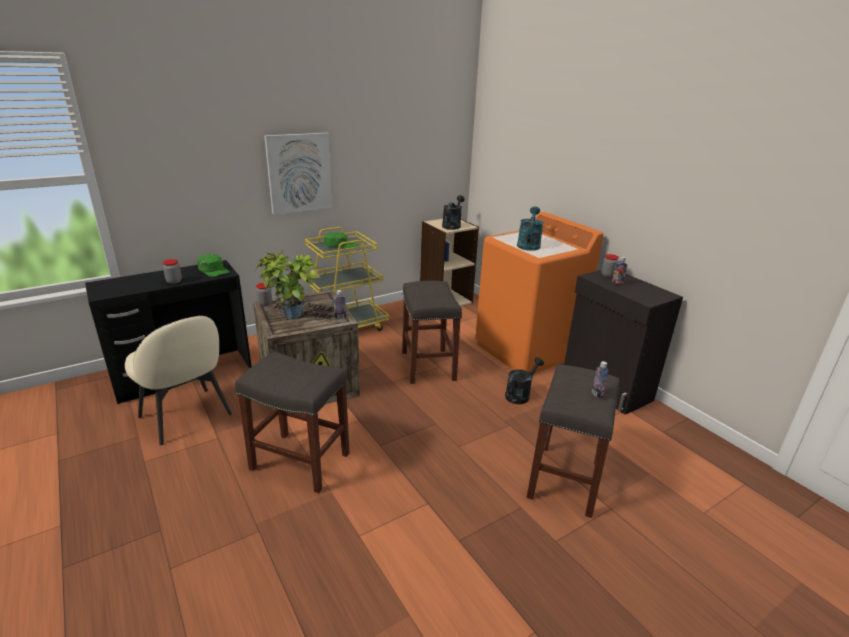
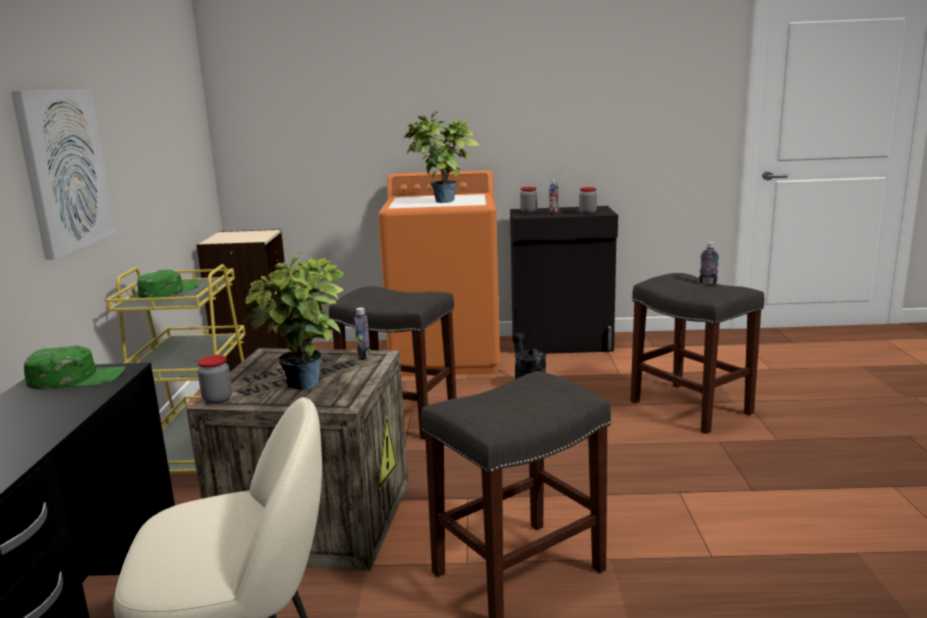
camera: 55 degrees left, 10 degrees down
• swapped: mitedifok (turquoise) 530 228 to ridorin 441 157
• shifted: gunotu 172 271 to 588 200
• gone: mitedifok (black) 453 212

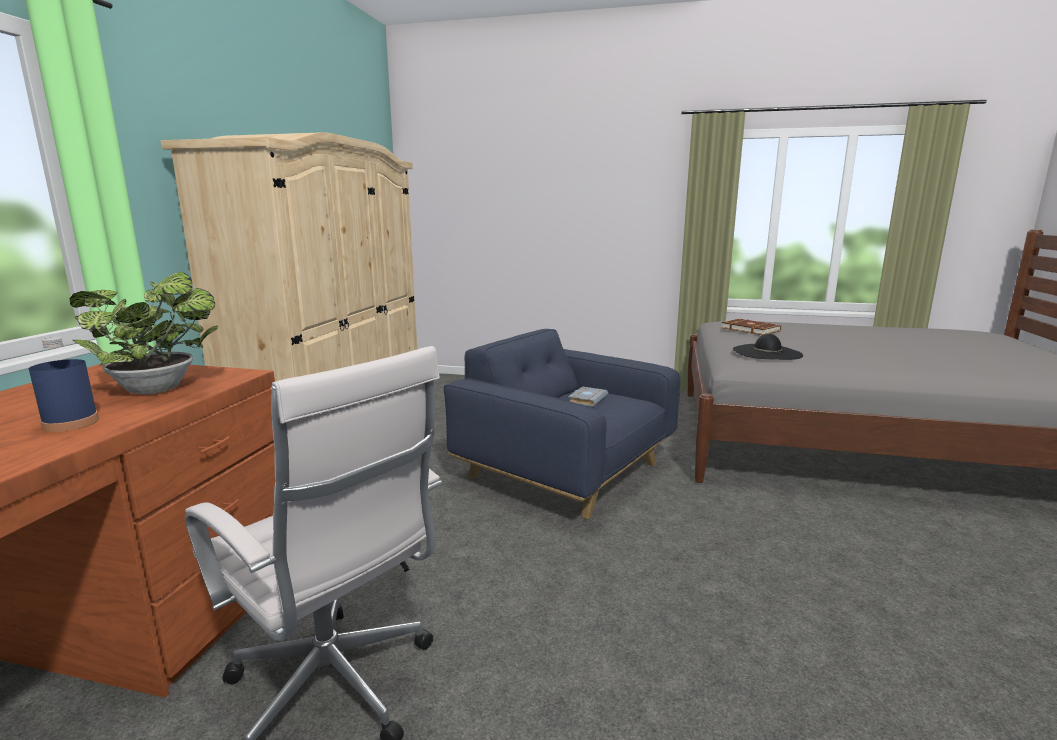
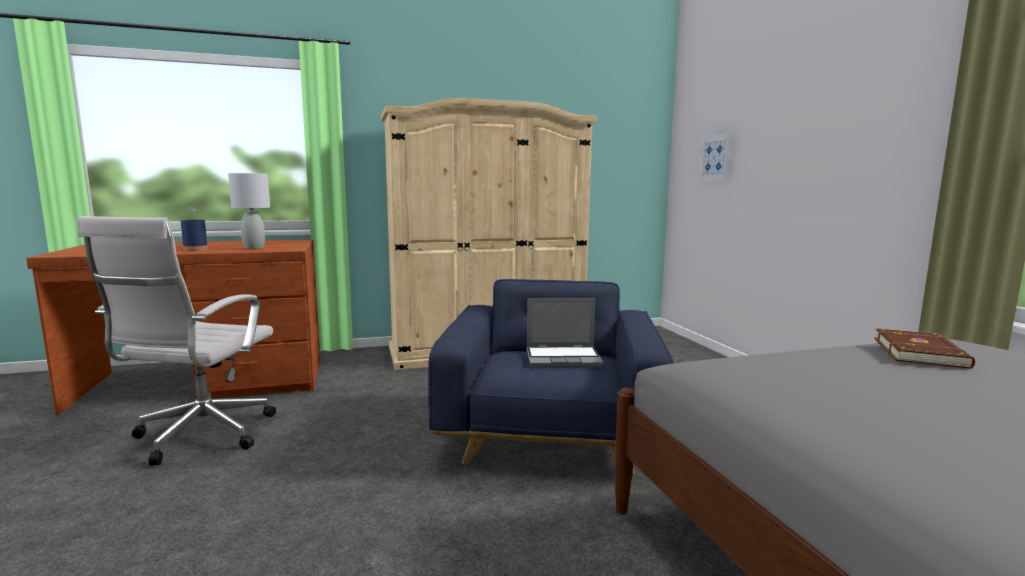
camera: 60 degrees right, 5 degrees down
• swapped: ridorin 144 333 to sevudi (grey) 249 211
• swapped: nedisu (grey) 588 396 to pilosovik 565 333
• new: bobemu 715 156
• gone: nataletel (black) 768 347

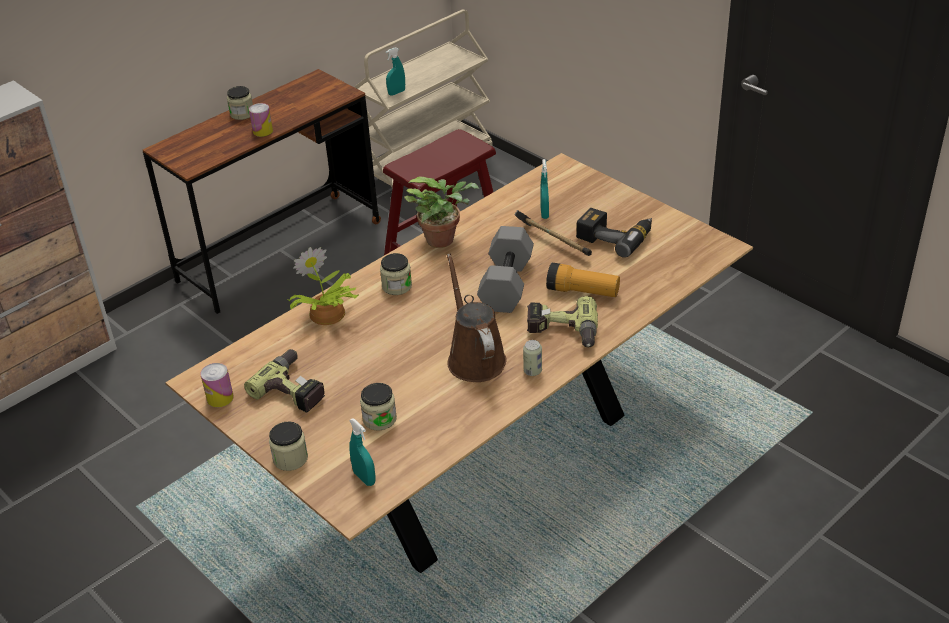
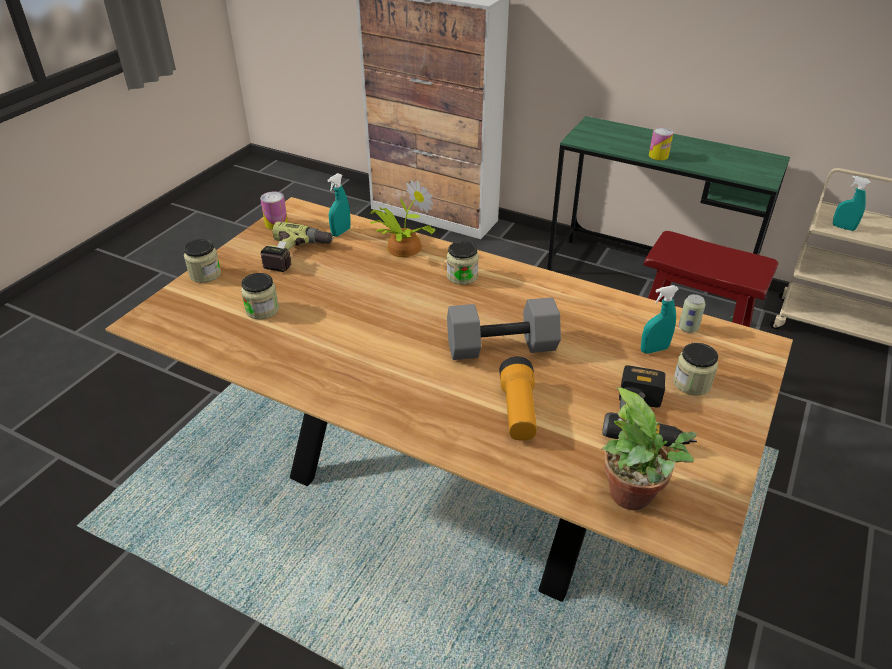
camera: 70 degrees right, 0 degrees up
• shifted: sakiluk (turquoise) 362 452 to 339 205
• repainted: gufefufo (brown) 262 191 to gufefufo (green) 668 219
• shifted: ridorin 441 212 to 649 448
• shifted: gunotu 240 103 to 695 369
• shifted: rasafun 532 358 to 692 313
• gone: mitedifok (brown) 477 318
• gone: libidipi 553 233
• gone: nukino 562 321

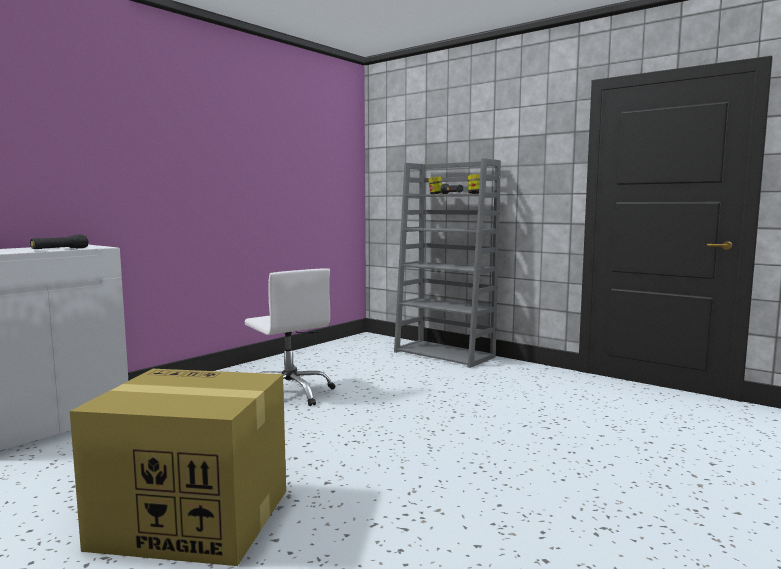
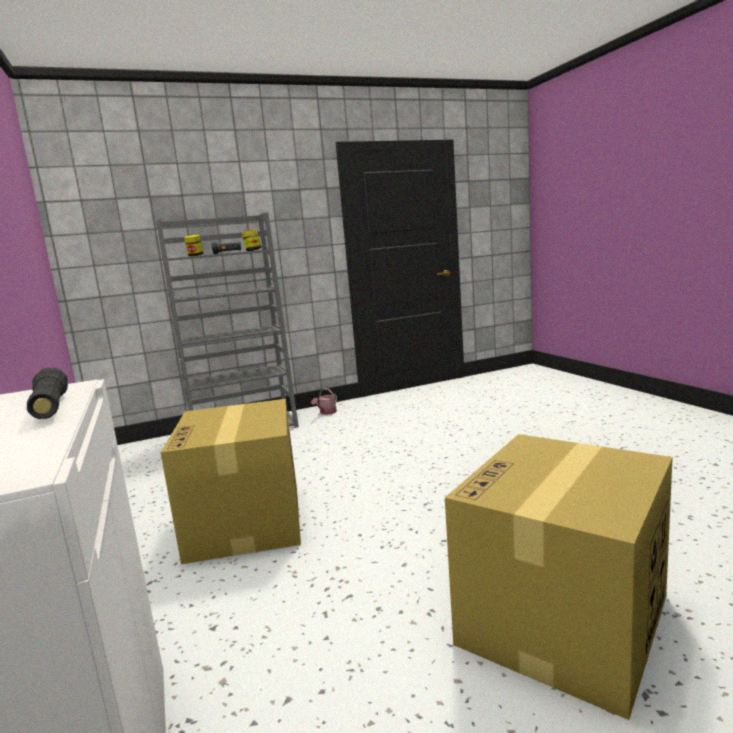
camera: 60 degrees left, 5 degrees up
• swapped: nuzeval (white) 289 337 to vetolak 230 481
• new: mitedifok 324 401

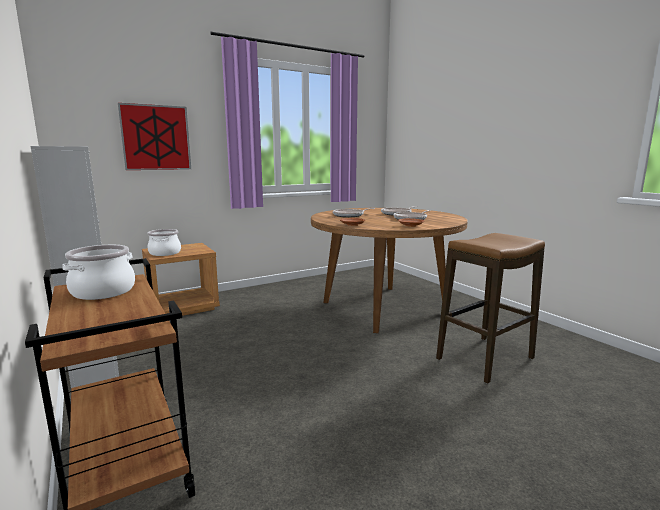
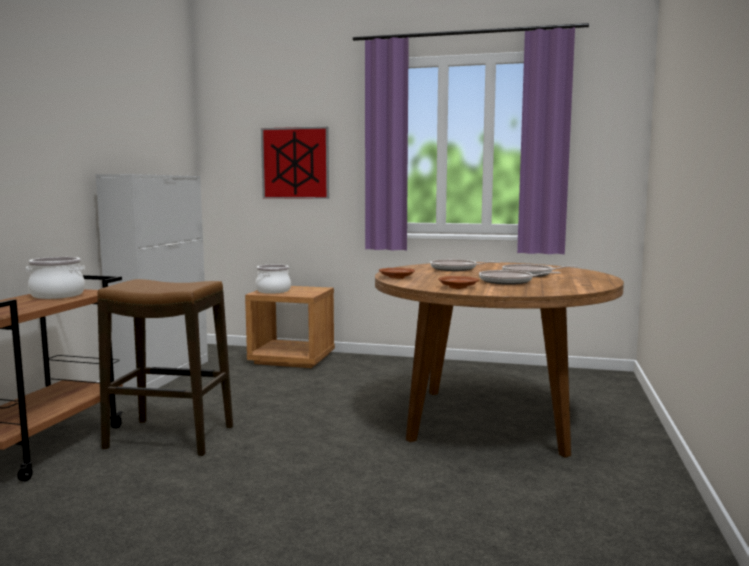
camera: 45 degrees right, 5 degrees down
• shifted: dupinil 490 308 to 165 367

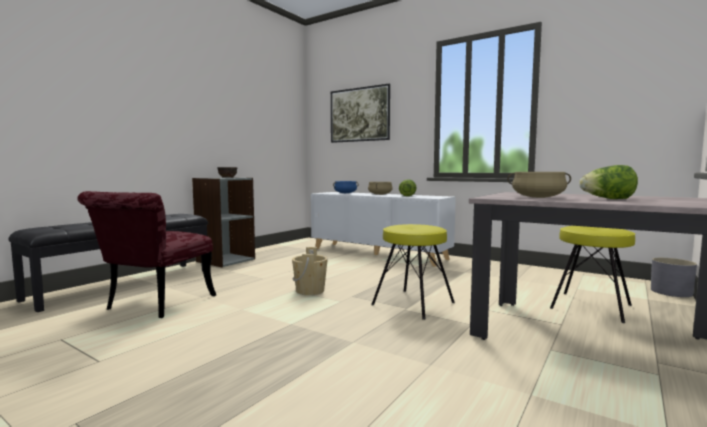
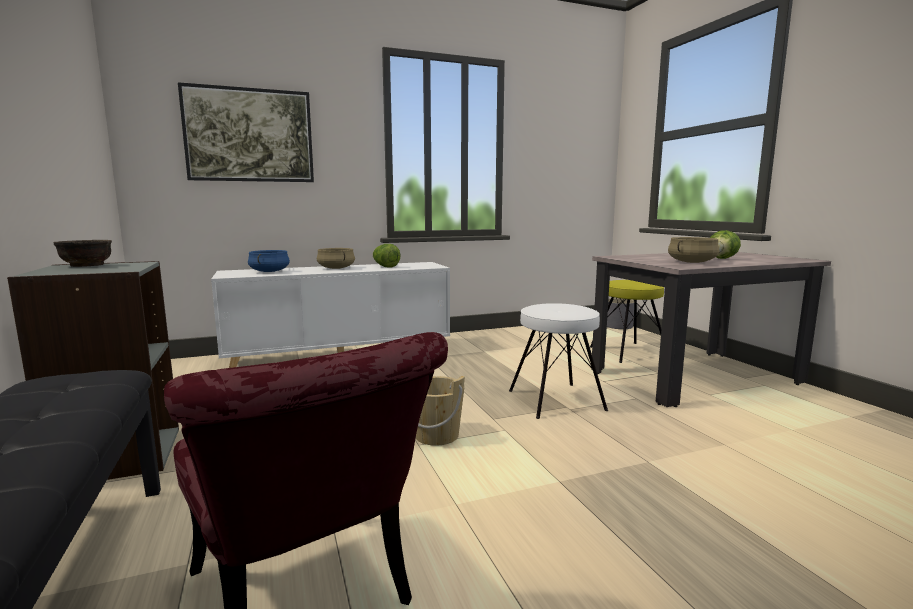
camera: 55 degrees left, 5 degrees up
• repainted: dupinil (yellow) 413 272 to dupinil (white) 558 361

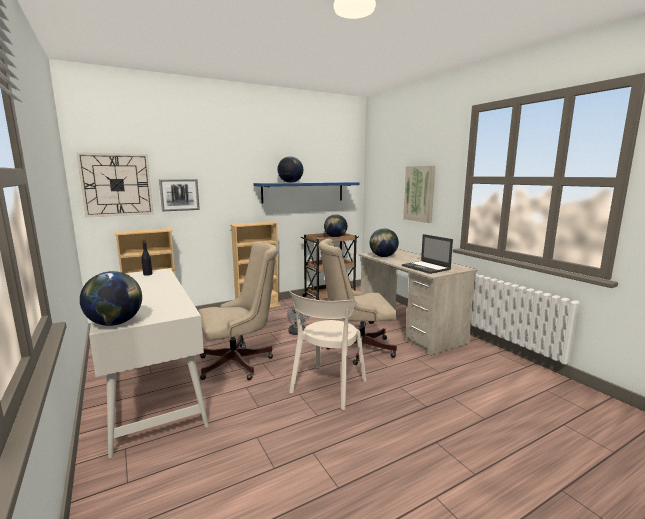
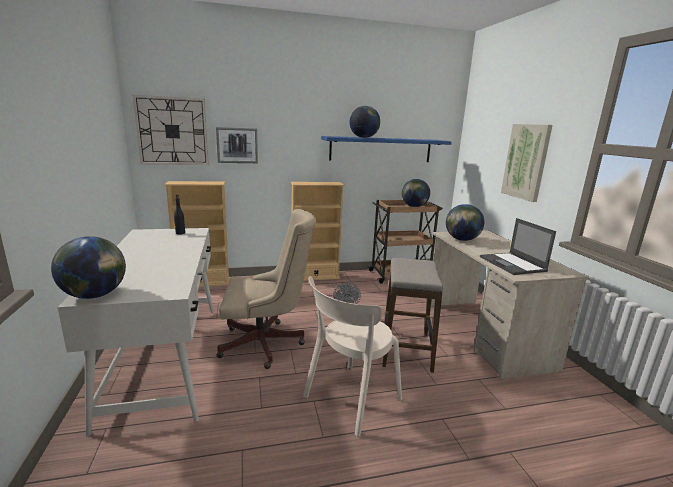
camera: 15 degrees right, 5 degrees up
• swapped: nuzeval (beige) 358 302 to dupinil 412 315

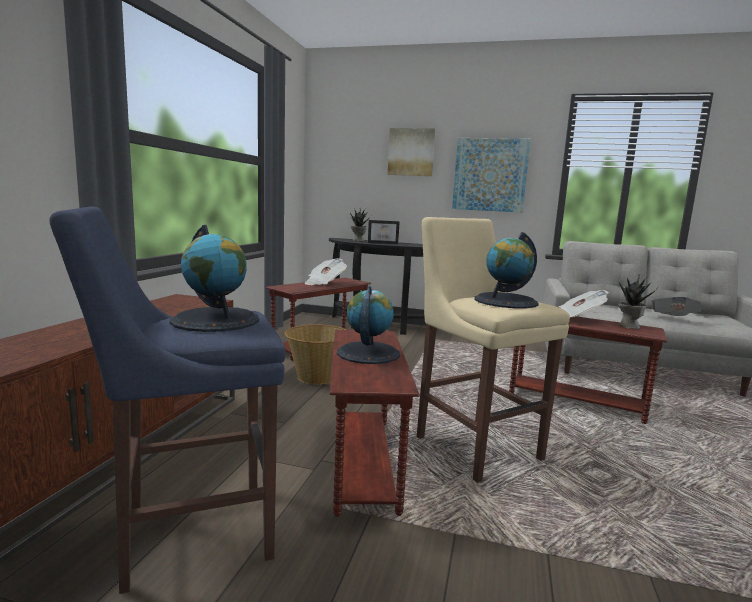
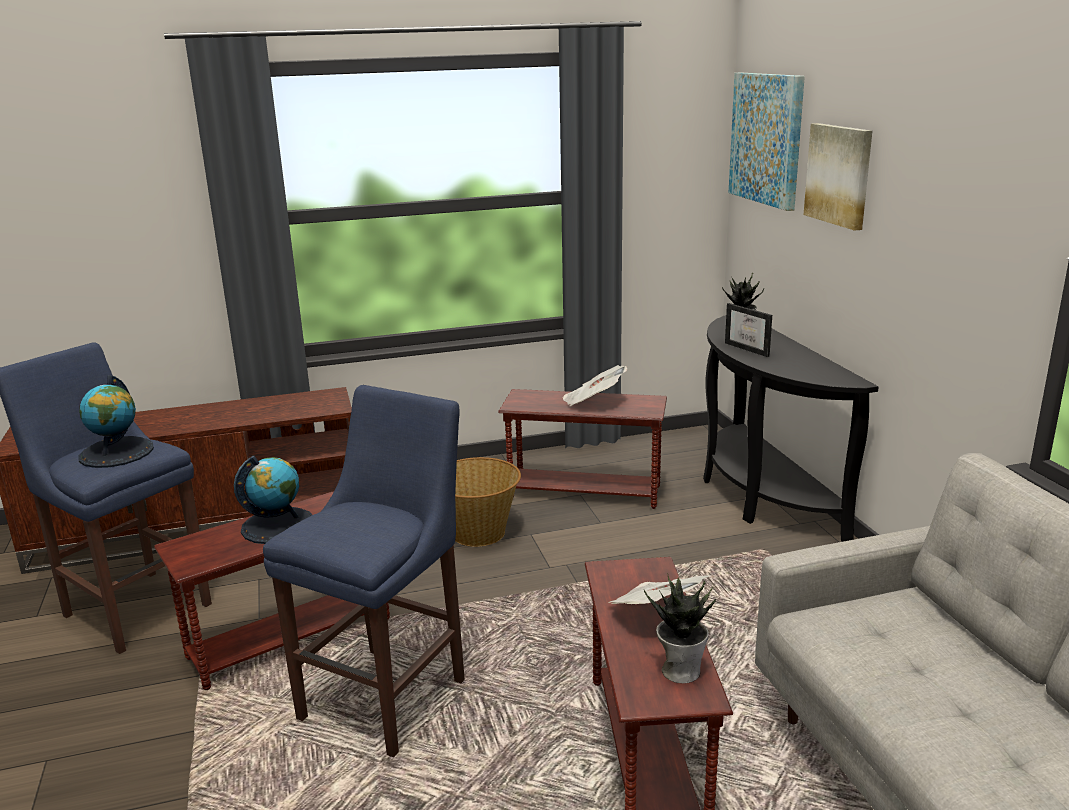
camera: 60 degrees right, 10 degrees up
• repainted: dupinil (beige) 493 350 to dupinil (blue) 364 571
• shifted: bobemu 491 175 to 766 142
• gone: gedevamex 506 270
• gone: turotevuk 677 306

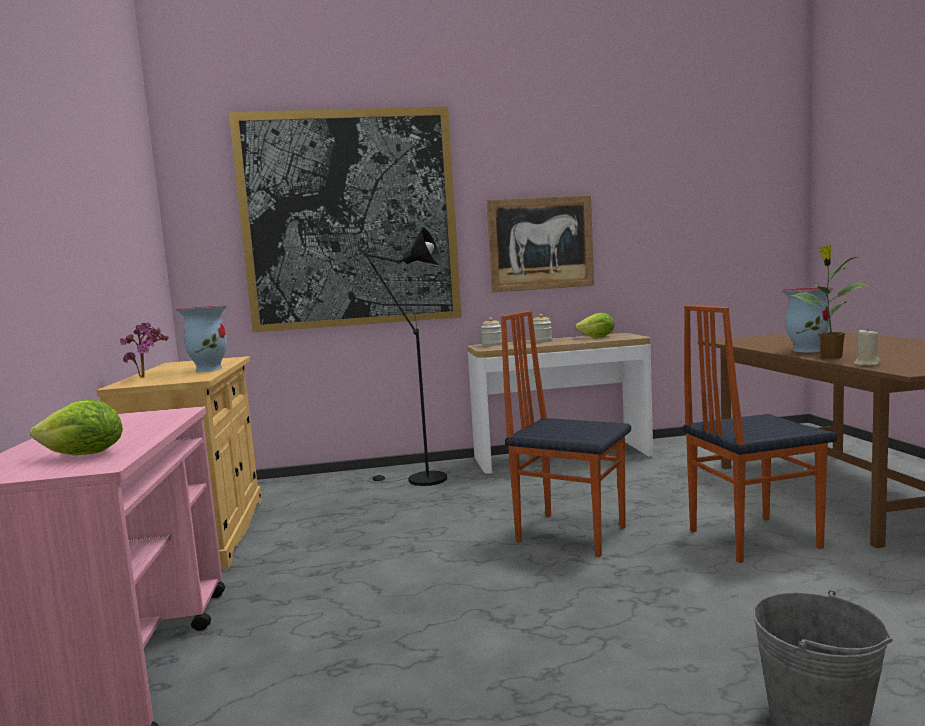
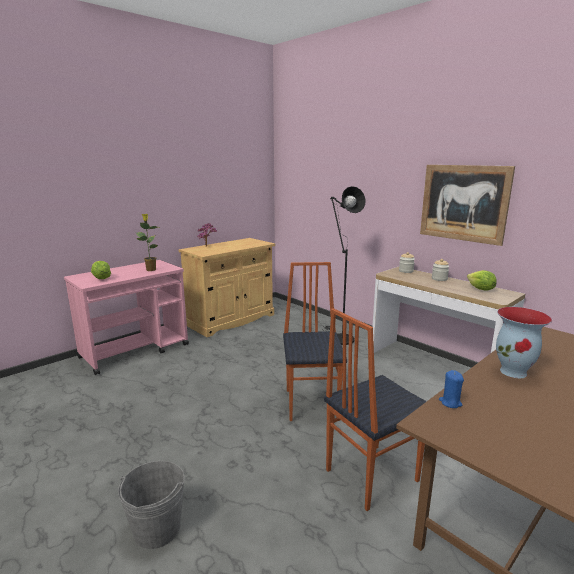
camera: 55 degrees right, 10 degrees up
• shifted: ridorin 830 302 to 148 242
• rotated: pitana 760 434 = 375 409 75 degrees counterclockwise
• repainted: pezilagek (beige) 867 347 to pezilagek (blue) 451 389
• gone: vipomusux 201 338
• gone: bobemu 345 219

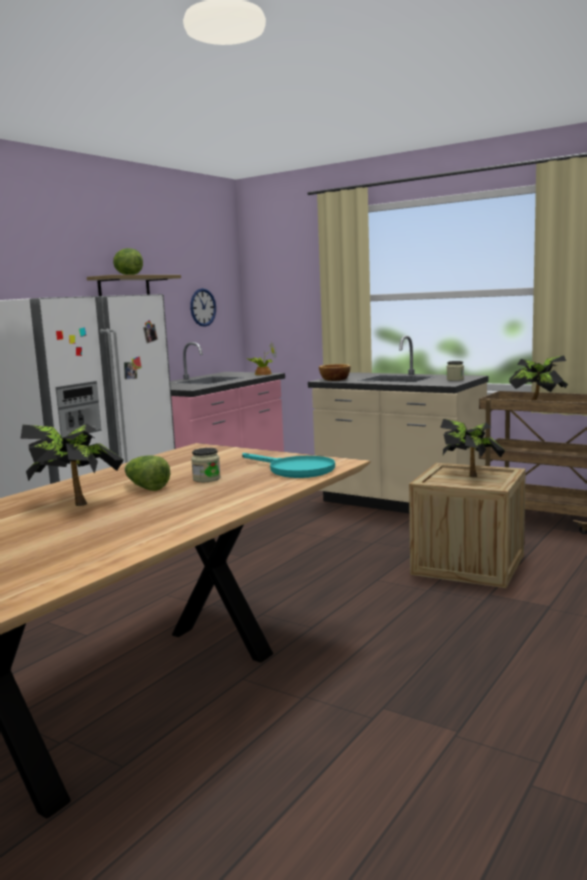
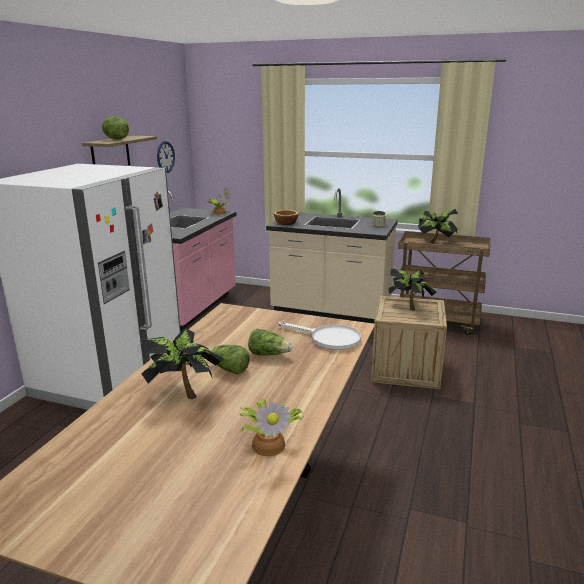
camera: 15 degrees left, 10 degrees up
• new: ridorin 270 427
• swapped: gunotu 206 465 to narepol 270 342
• repainted: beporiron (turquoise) 288 465 to beporiron (white) 319 336

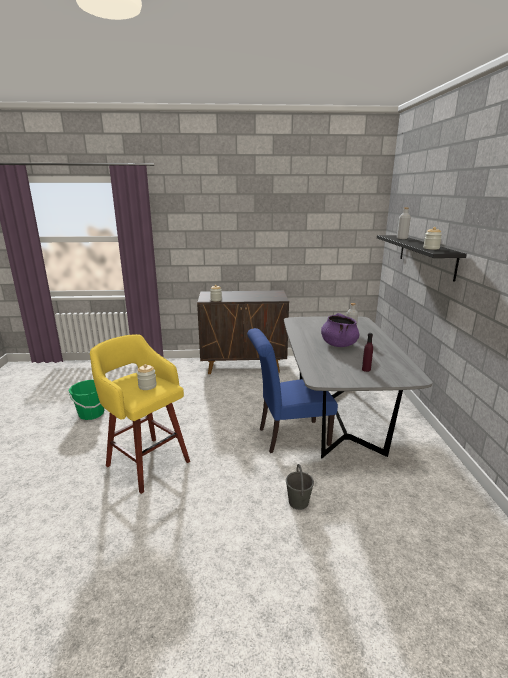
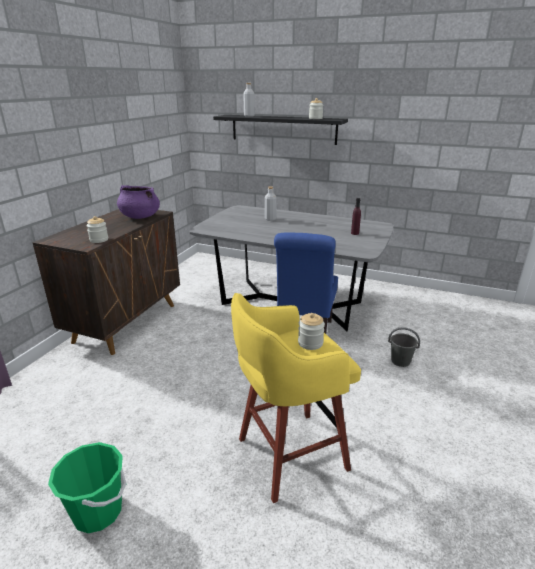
camera: 65 degrees left, 5 degrees up
• shifted: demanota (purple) 340 330 to 138 202

